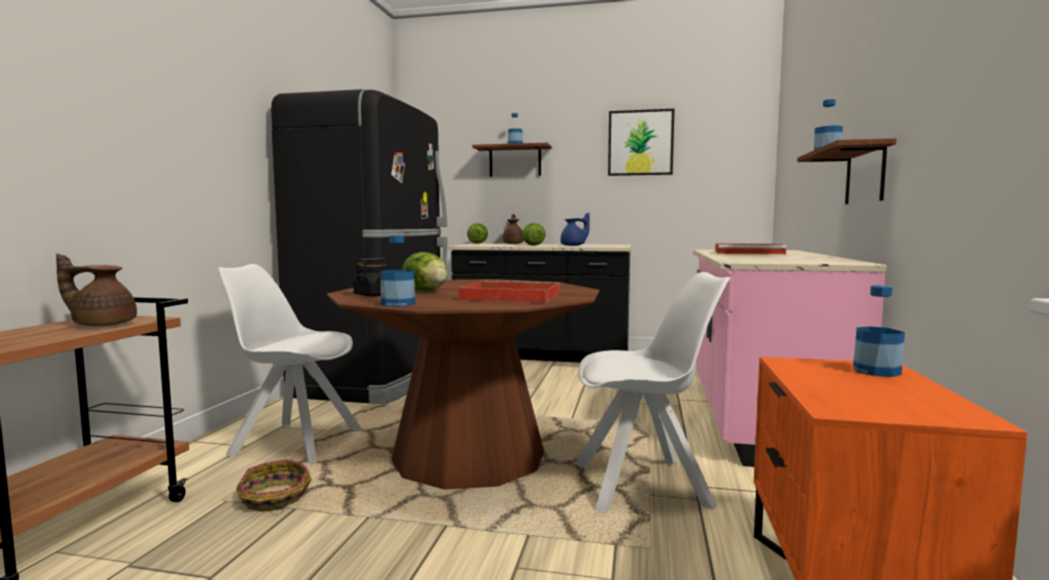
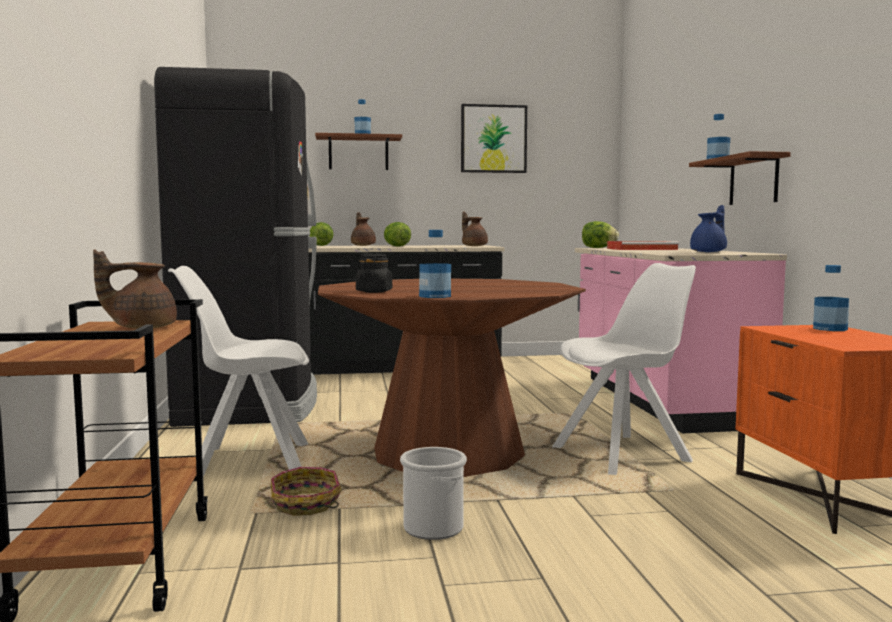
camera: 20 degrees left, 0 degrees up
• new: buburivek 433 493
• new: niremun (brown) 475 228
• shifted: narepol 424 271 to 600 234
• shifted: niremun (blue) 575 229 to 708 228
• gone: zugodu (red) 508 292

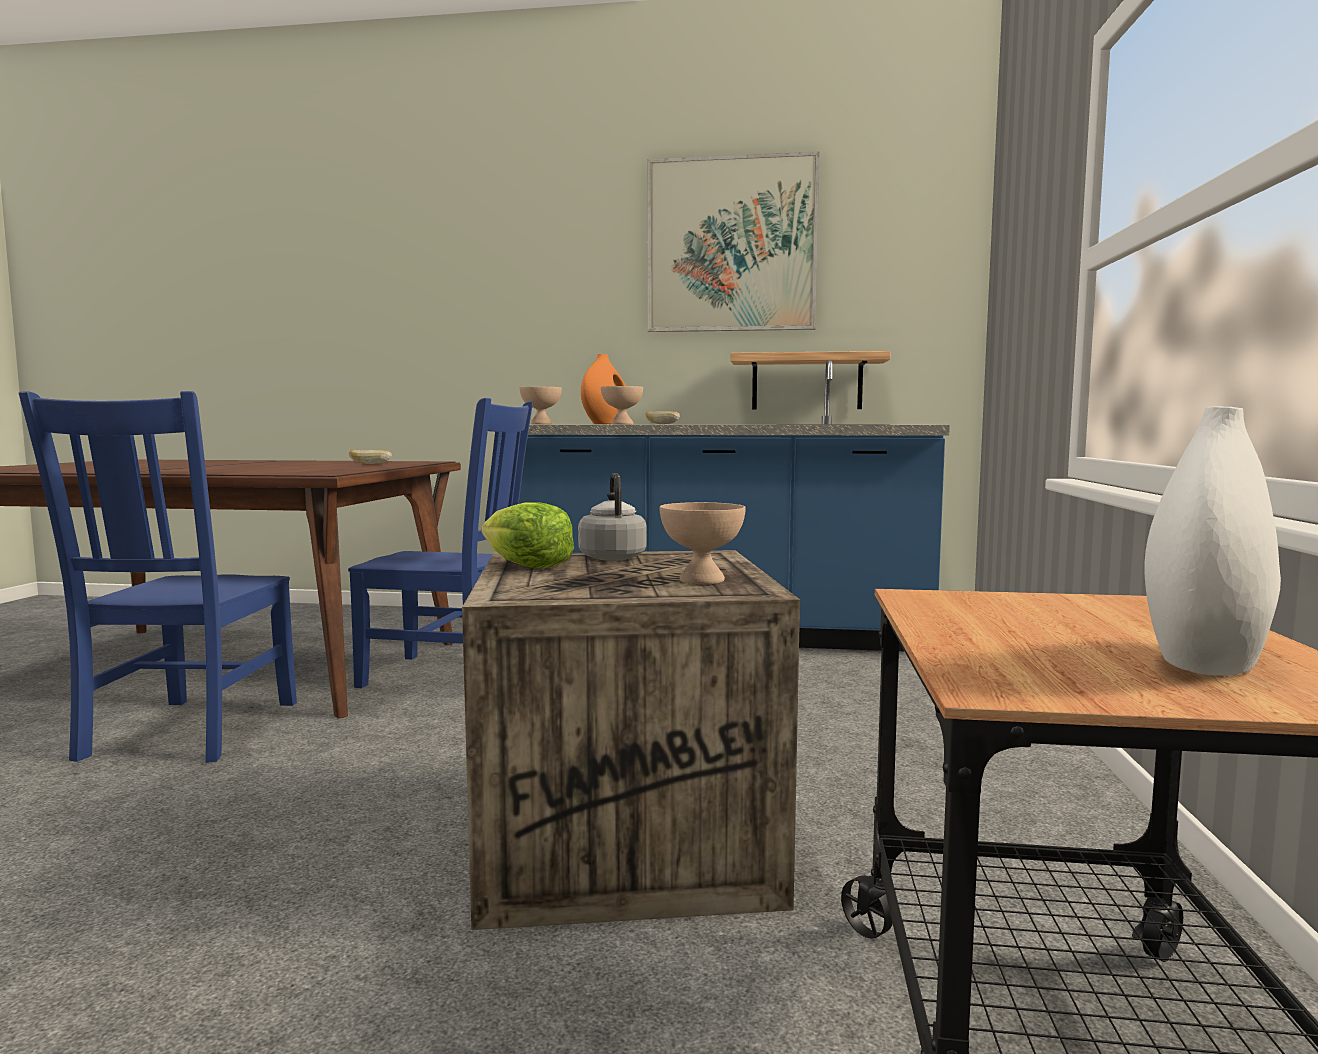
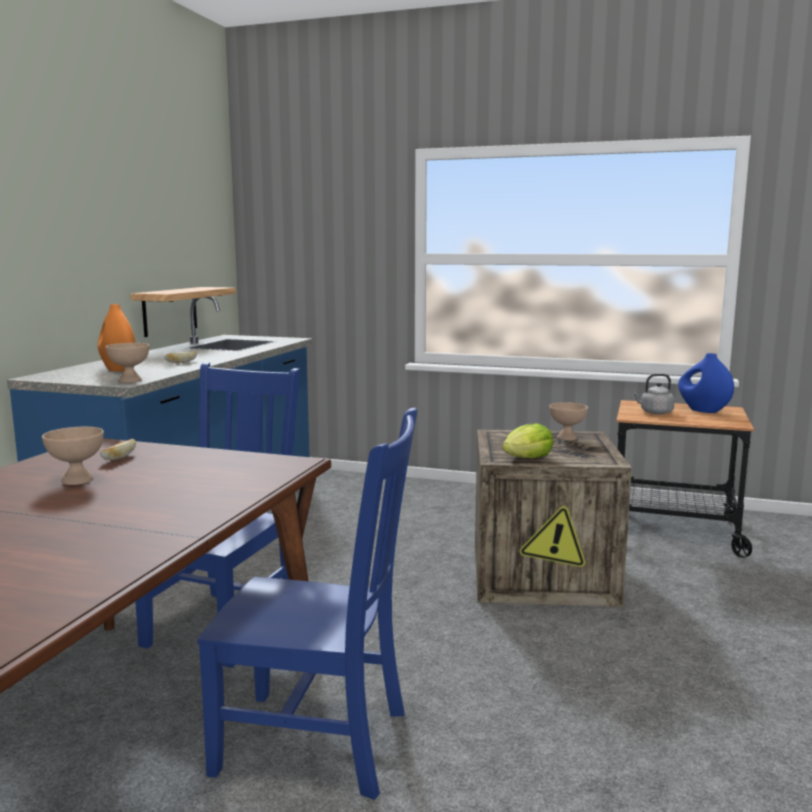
camera: 80 degrees left, 5 degrees up
• shifted: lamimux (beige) 622 405 to 73 456
• shifted: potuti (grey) 612 517 to 653 394
• repainted: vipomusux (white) 1213 540 to vipomusux (blue) 706 383
• gone: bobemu 733 242

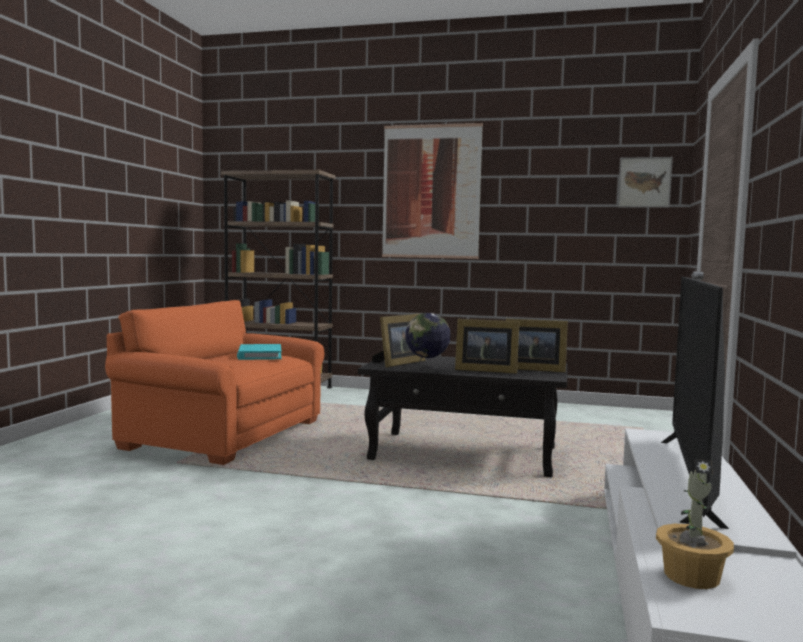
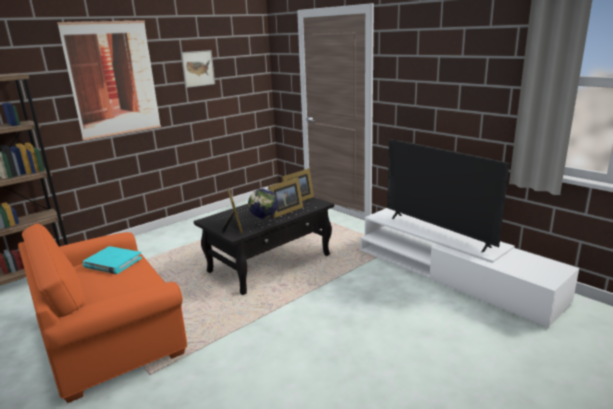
camera: 55 degrees left, 15 degrees up
• shifted: bobemu 645 182 to 198 69
• gone: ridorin 695 524

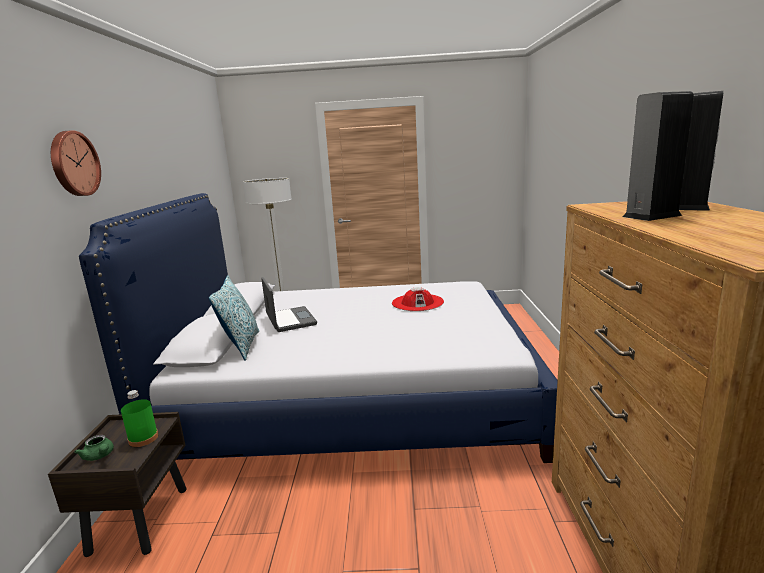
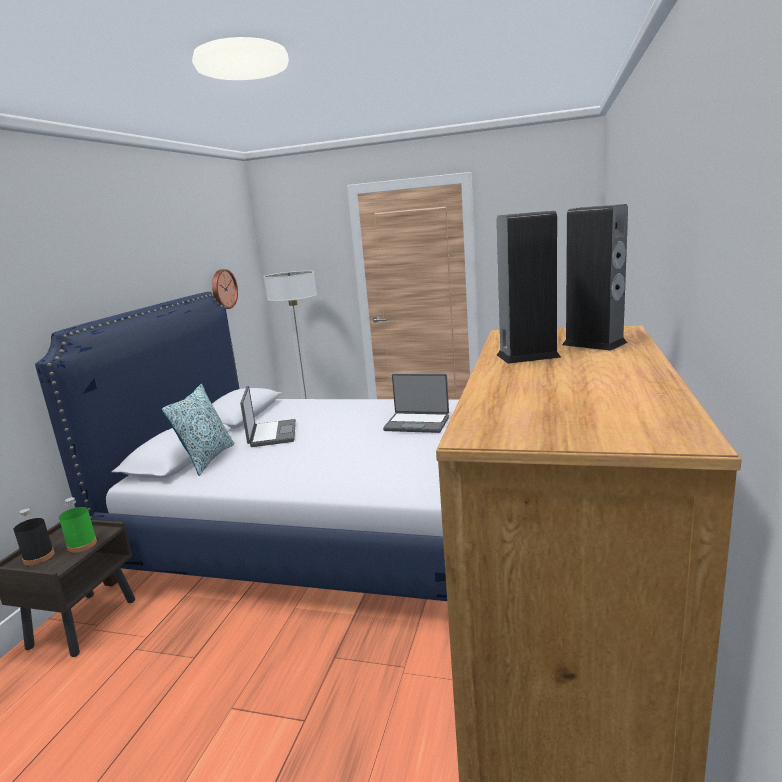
camera: 15 degrees right, 0 degrees up
• swapped: niremun (green) 94 448 to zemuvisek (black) 33 536
• shifted: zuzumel 76 163 to 225 289
• swapped: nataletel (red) 418 299 to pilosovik 416 403

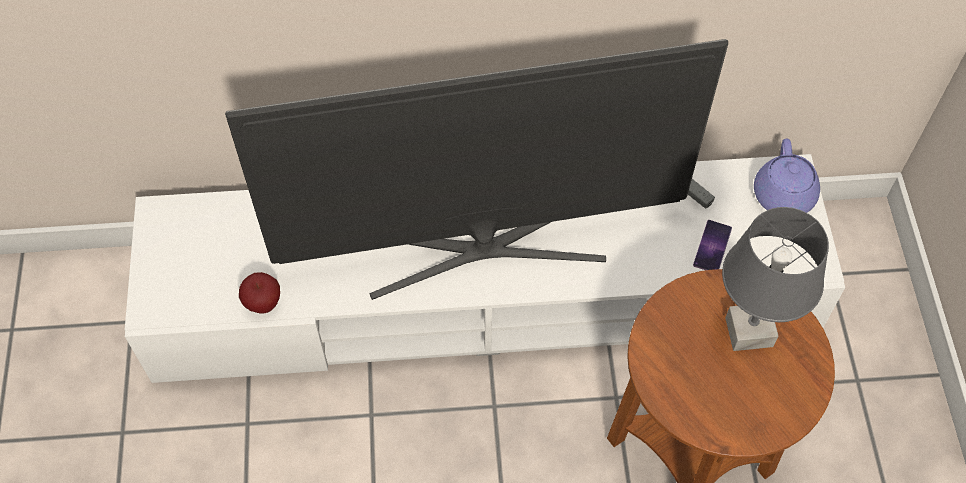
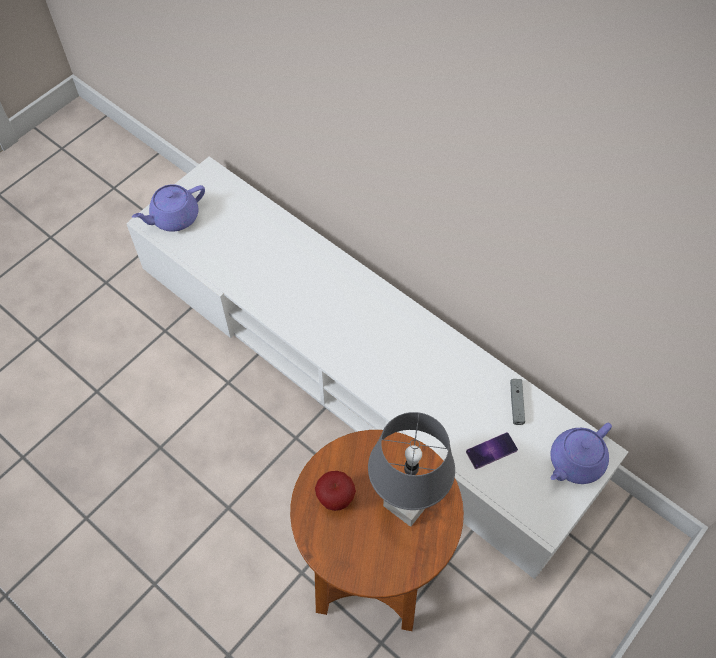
camera: 45 degrees right, 0 degrees up
• new: niremun (purple) 168 208
• shifted: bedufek 259 293 to 335 491
• gone: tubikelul 476 169

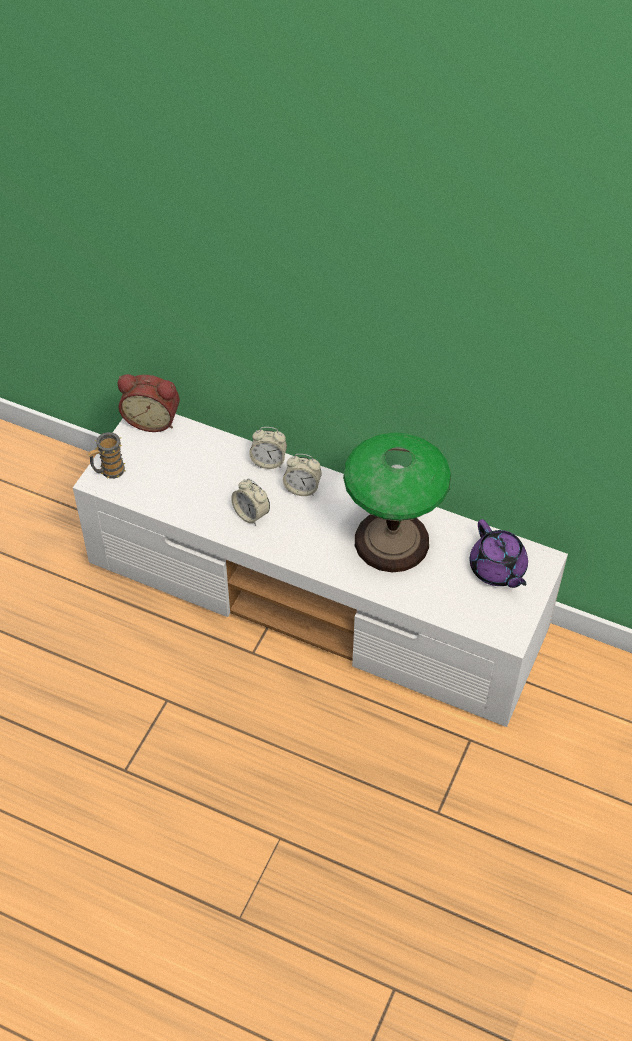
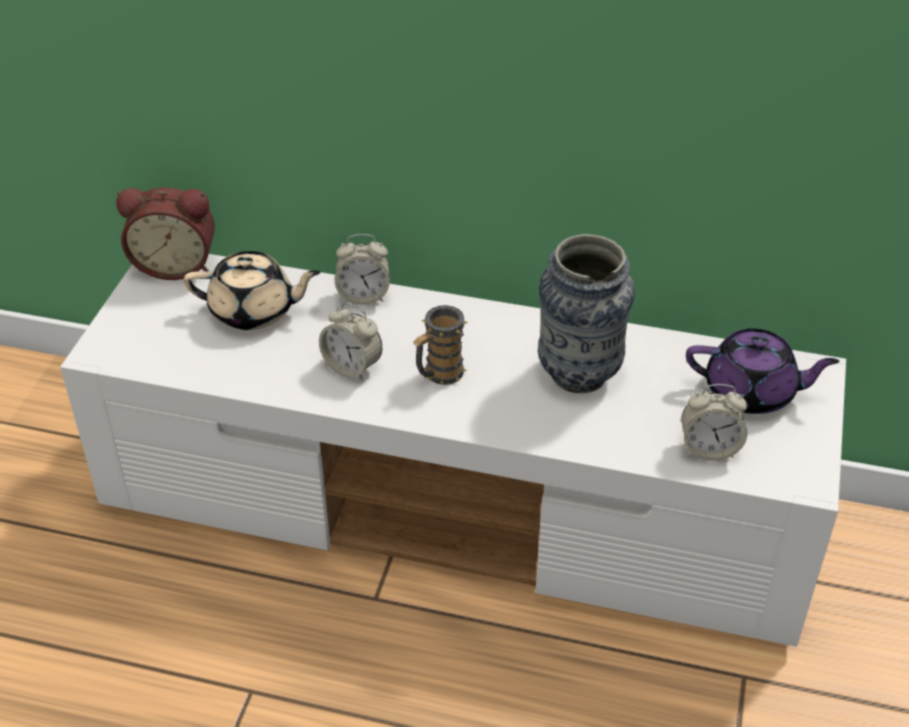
camera: 10 degrees left, 10 degrees down
• new: niremun (beige) 252 290
• shifted: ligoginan 106 455 to 440 345
• swapped: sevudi 397 502 to vipomusux 586 314
• shifted: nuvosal 302 475 to 714 422
• rotated: niremun (purple) 499 553 = 763 371 45 degrees counterclockwise

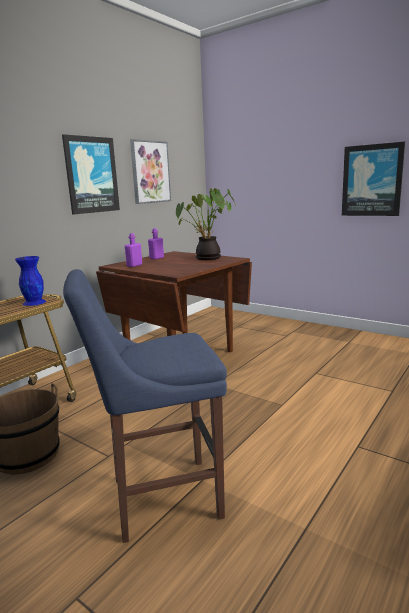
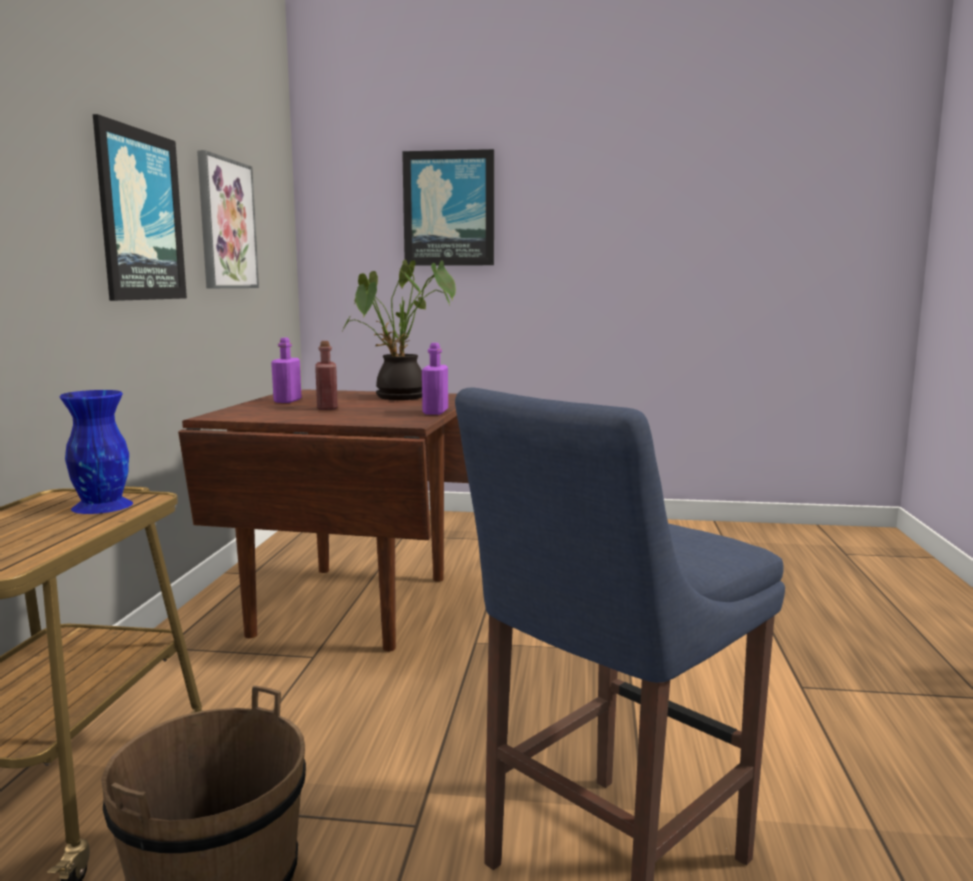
camera: 30 degrees left, 5 degrees down
• new: zemuvisek (red) 326 375
• shifted: bobemu 373 179 to 448 207
• shifted: zemuvisek (purple) 133 250 to 435 379

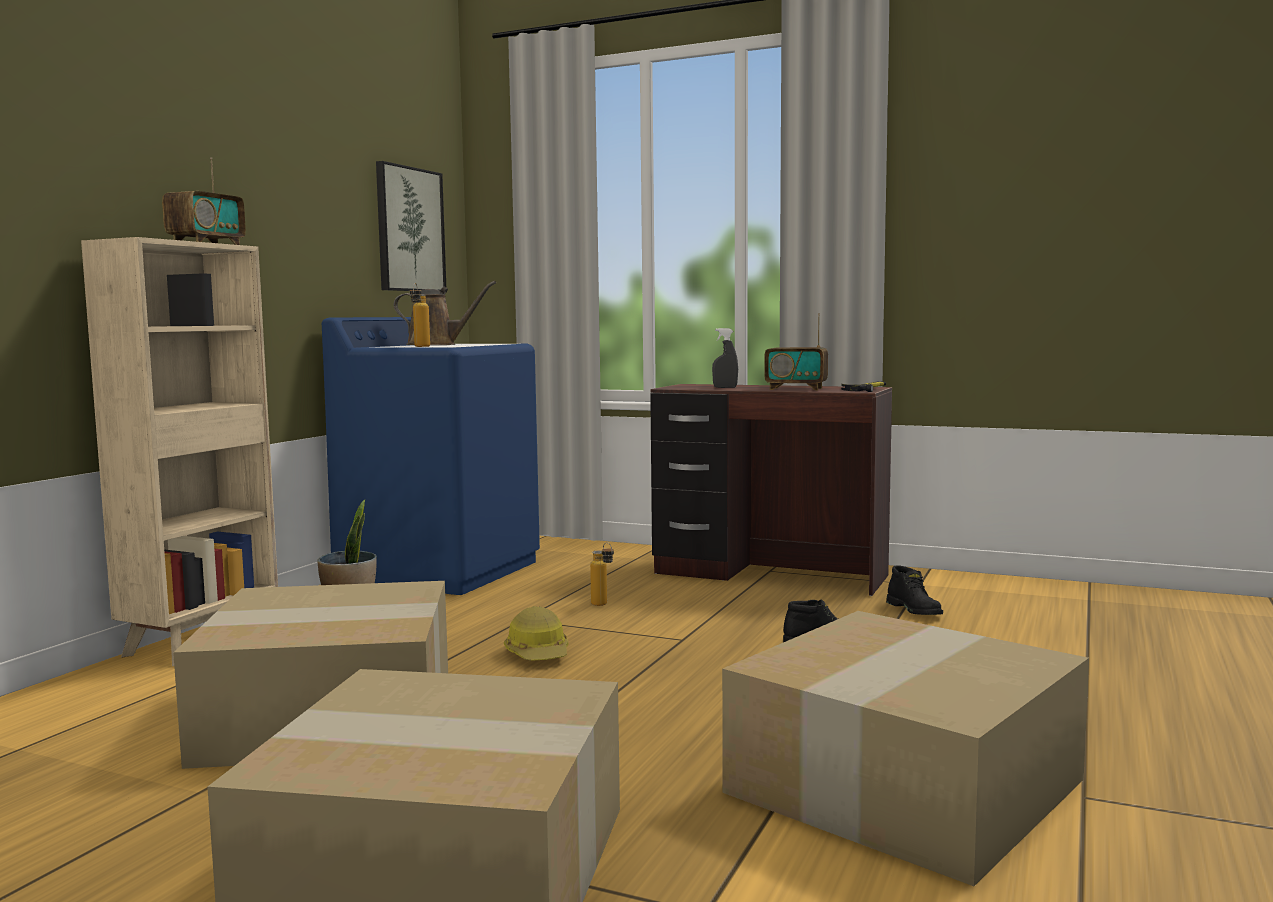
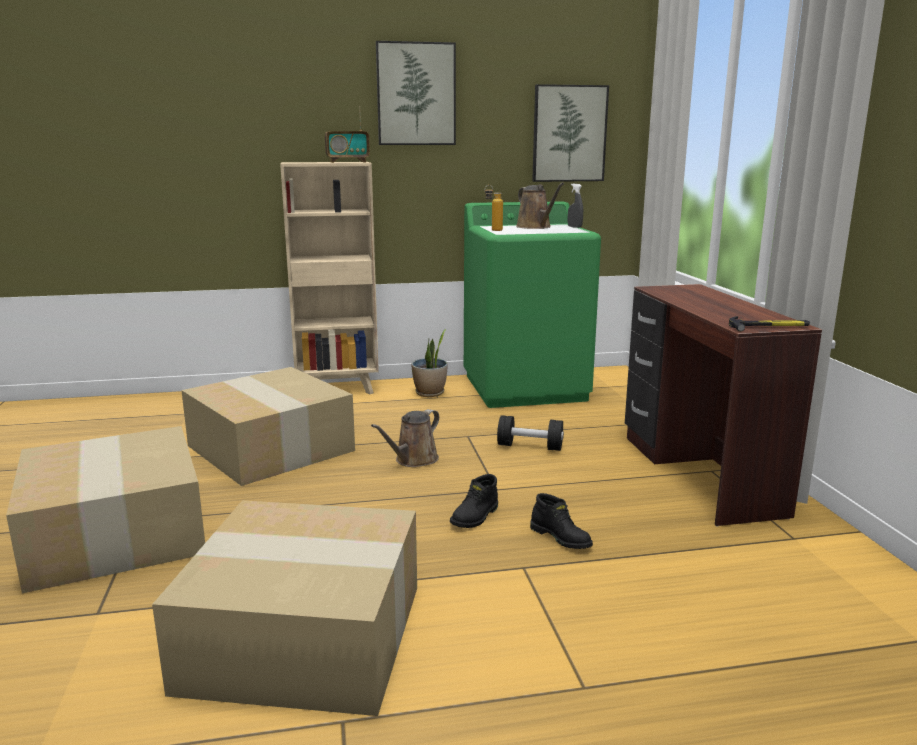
camera: 55 degrees right, 10 degrees up
• swapped: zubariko 536 633 to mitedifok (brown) 405 438
• new: bobemu 416 93
• shifted: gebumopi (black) 914 590 to 474 501
• repainted: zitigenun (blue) 431 456 to zitigenun (green) 532 304
• swapped: zemuvisek 602 574 to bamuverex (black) 530 433
• shifted: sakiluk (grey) 725 358 to 575 206
• gone: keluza 796 352

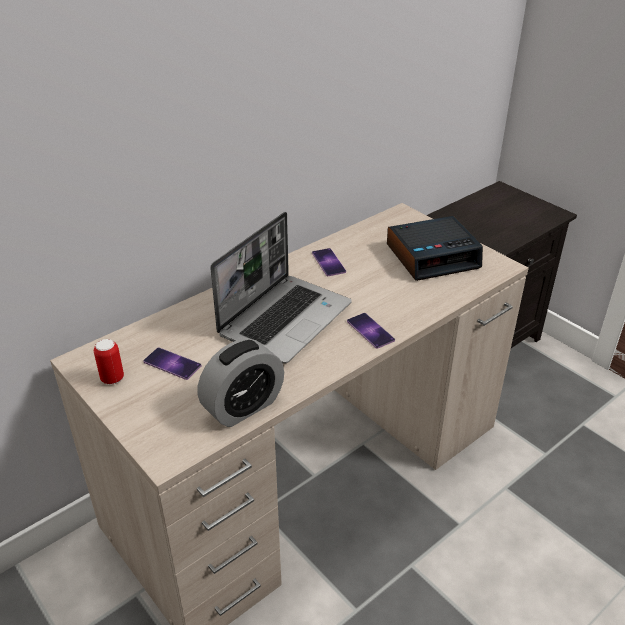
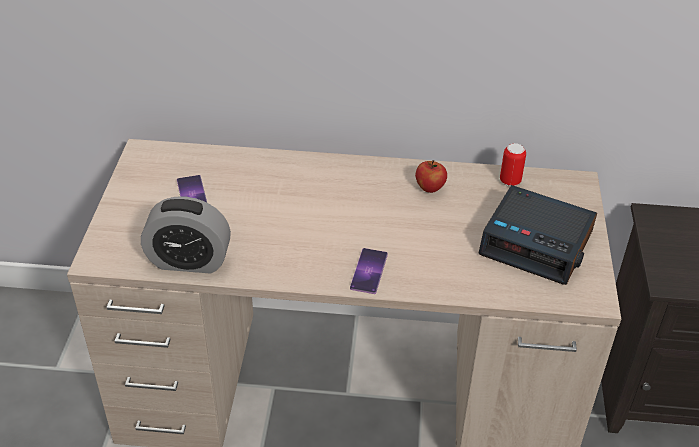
camera: 45 degrees right, 5 degrees up
• swapped: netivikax 329 262 to bedufek 431 176
• shifted: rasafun 109 362 to 513 164
• gone: pilosovik 281 287

